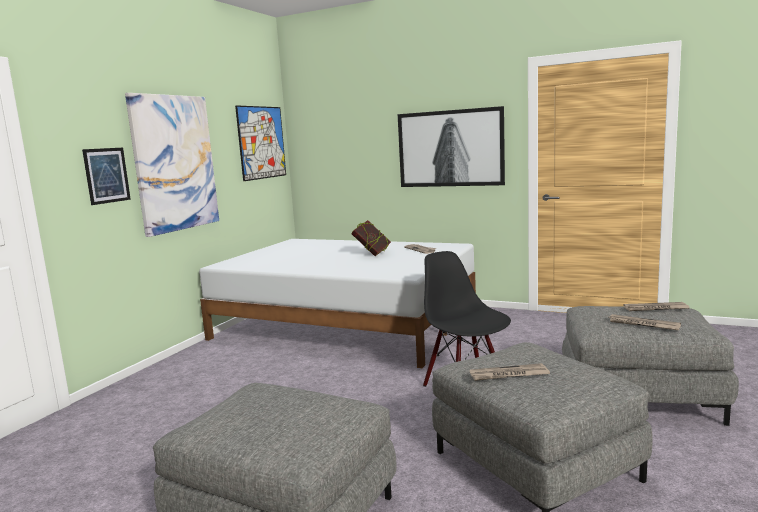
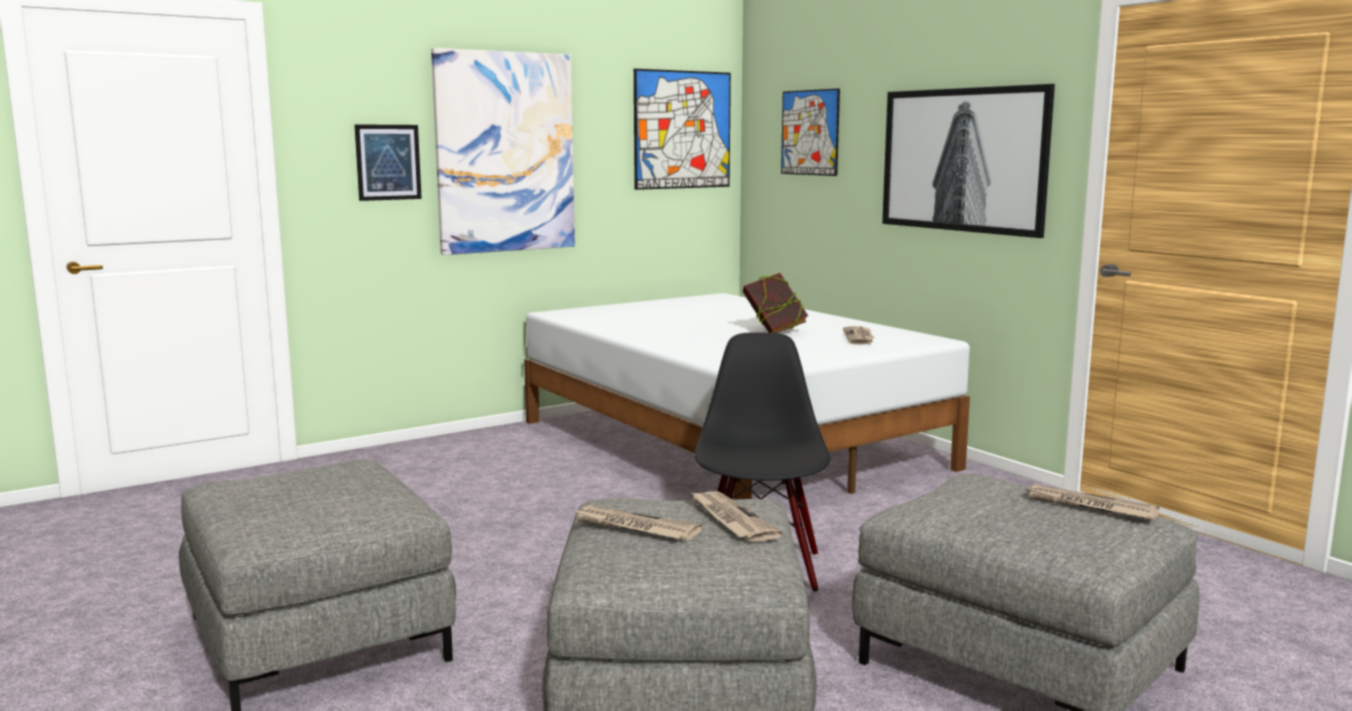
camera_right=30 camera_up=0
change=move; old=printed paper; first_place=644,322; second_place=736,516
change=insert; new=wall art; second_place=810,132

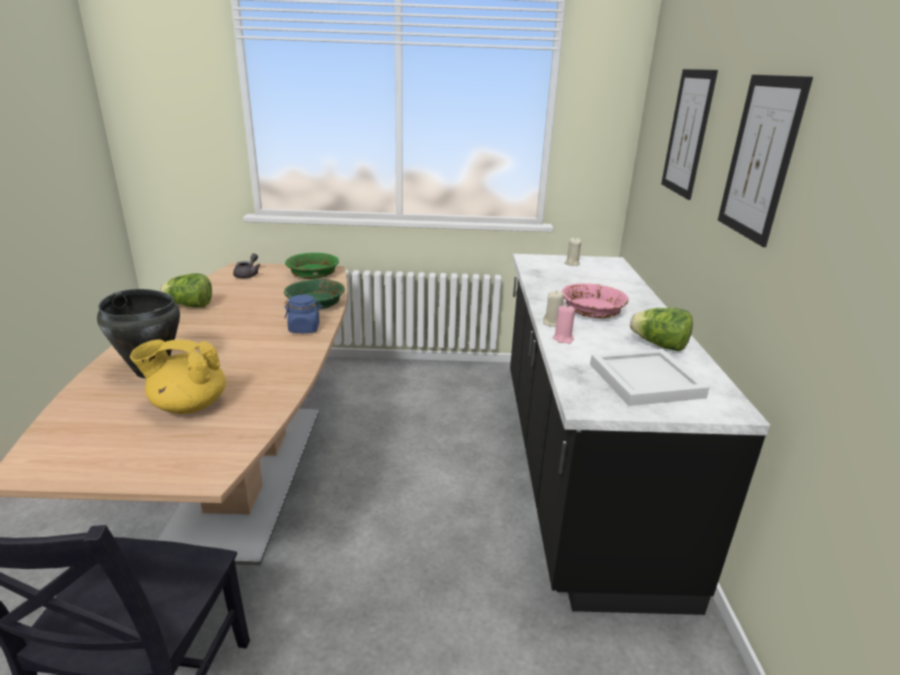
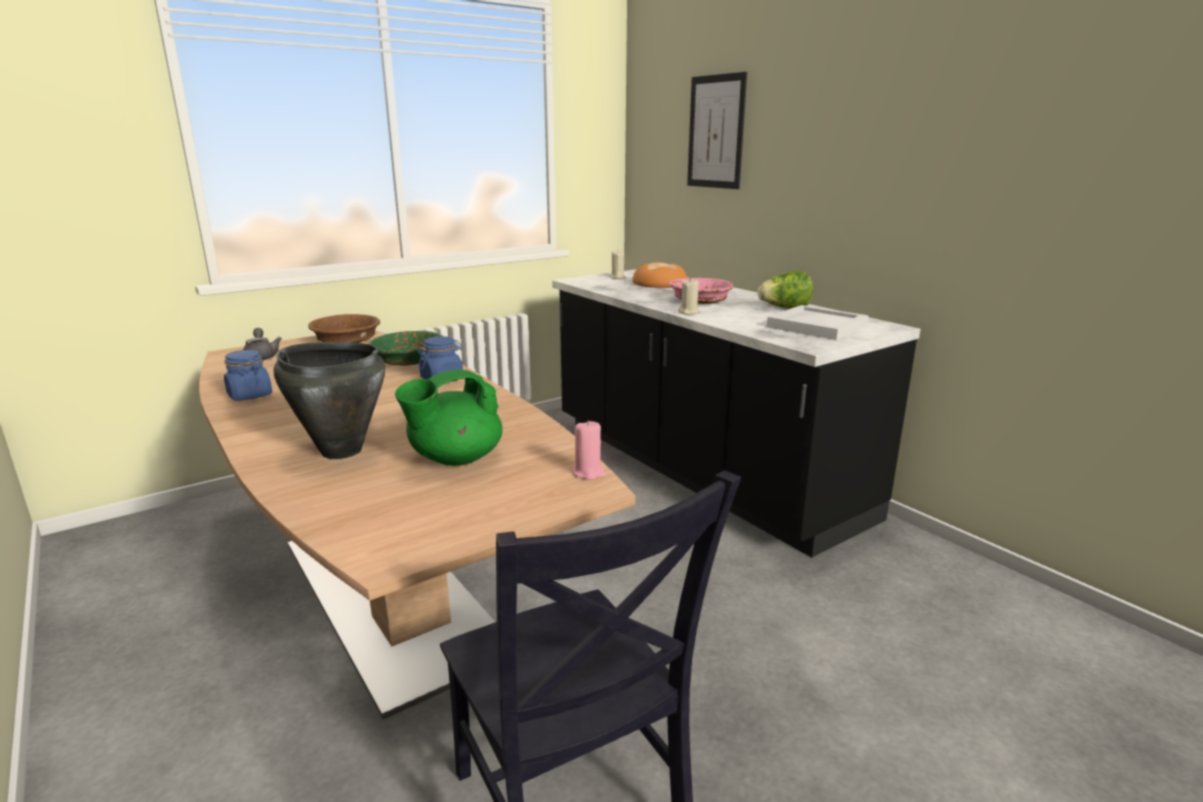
camera_right=-35 camera_up=-5
change=delete; old=wall art; first_place=765,161
change=recolor; old=deep dish (greenish); new=deep dish (brownish); first_place=312,266; second_place=344,328
change=replace; old=lettuce; new=jar (blue-coloured); first_place=185,290; second_place=248,375
change=move; old=wax candle (pinkish); first_place=564,324; second_place=589,450
change=recolor; old=teapot (yellow); new=teapot (greenish); first_place=178,376; second_place=449,417
change=insert; new=bread; second_place=659,275

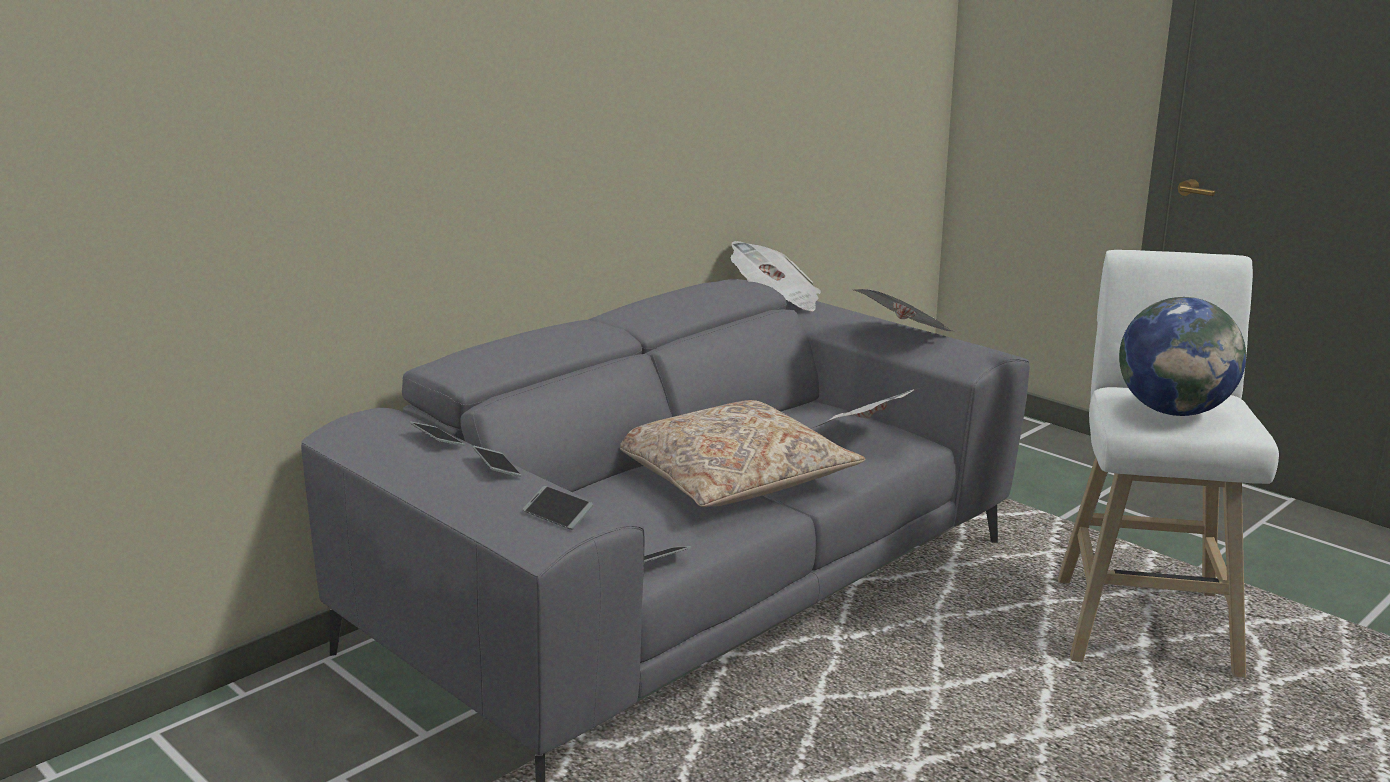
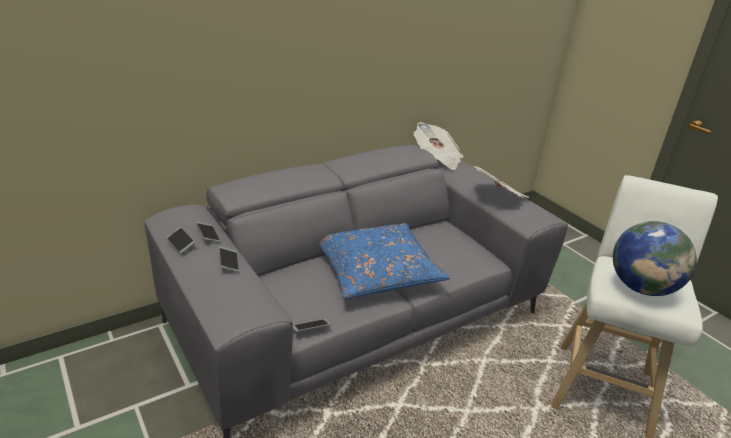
camera_right=10 camera_up=10
change=delete; old=printed paper; first_place=866,408
change=recolor; old=pillow (beige-coloured); new=pillow (blue-coloured); first_place=742,453; second_place=384,261
change=move; old=phone; first_place=558,508; second_place=180,240

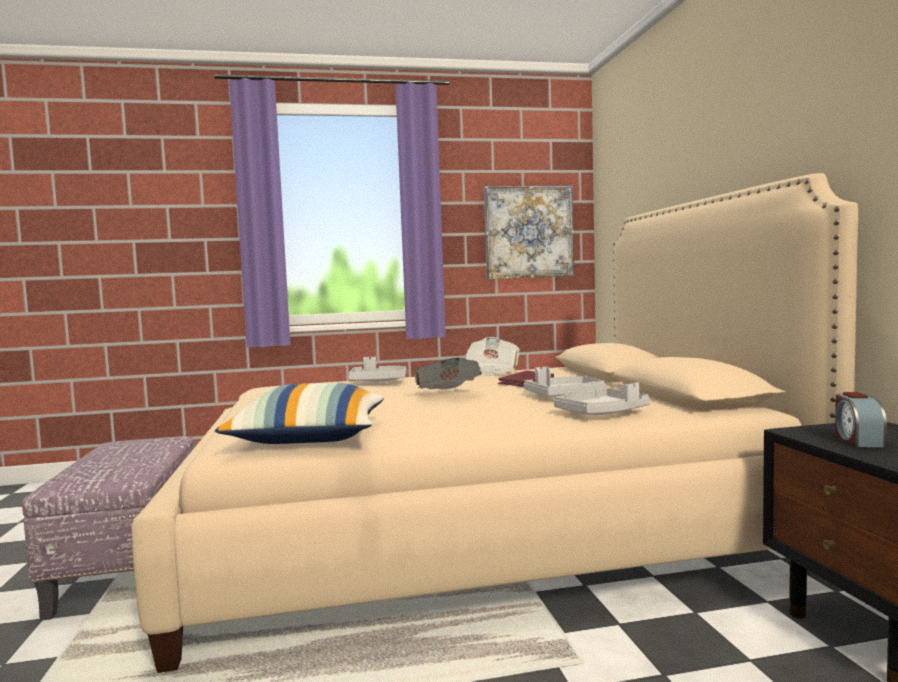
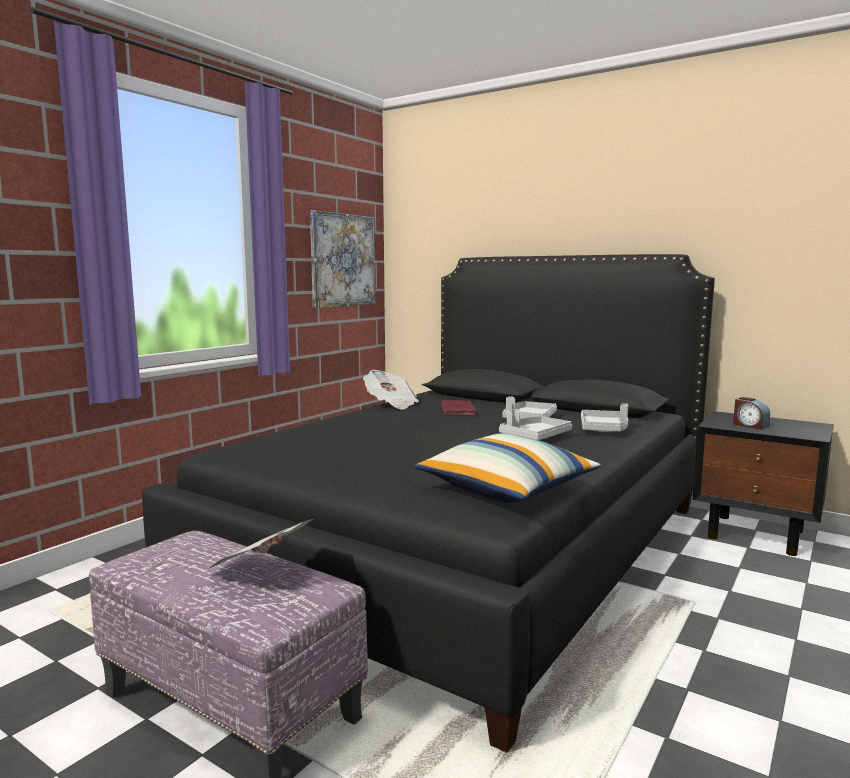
camera_right=-45 camera_up=5
change=recolor; old=bedroom bed (beige-coloured); new=bedroom bed (blackish); first_place=495,423; second_place=428,503
change=move; old=carrying tray (grey); first_place=377,369; second_place=535,424
change=move; old=printed paper; first_place=448,373; second_place=259,544

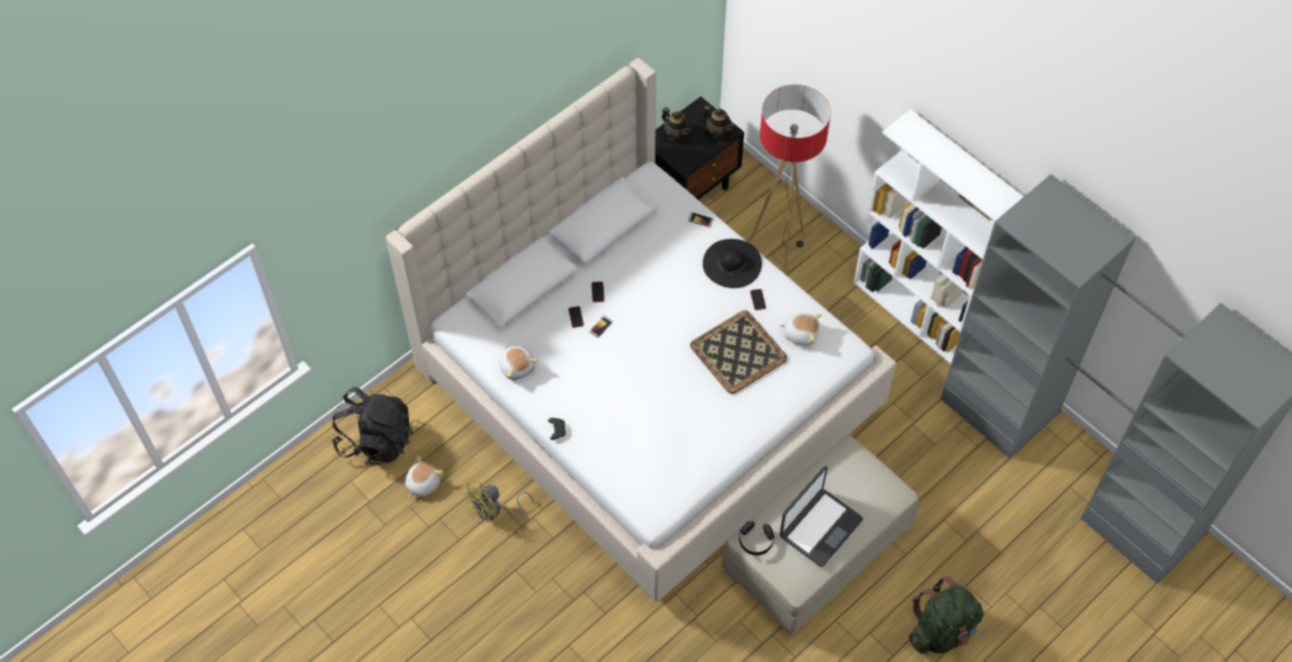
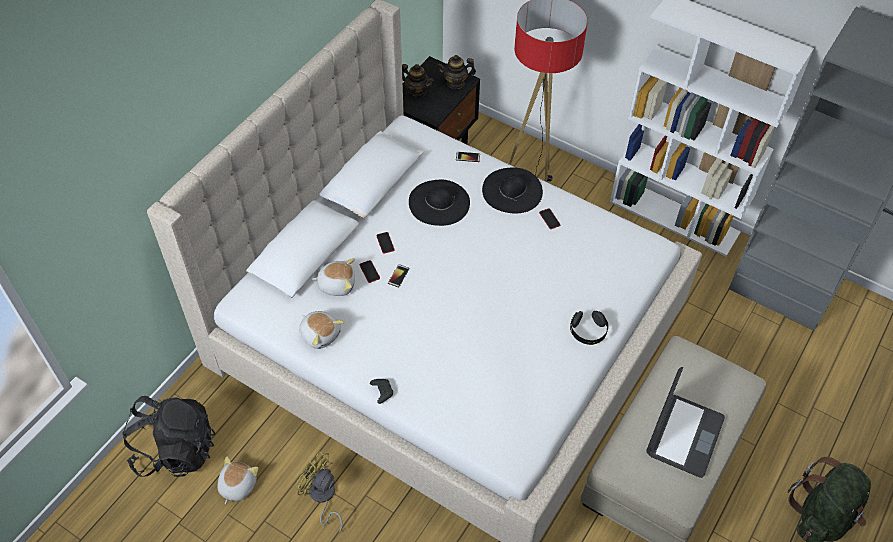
camera_right=-15 camera_up=-5
change=rotate; old=teapot; first_place=719,122; second_place=456,72; degrees=150
change=delete; old=carrying tray; first_place=738,352
change=move; old=cuddly toy; first_place=801,329; second_place=333,277
change=rotate; old=fan (yellow); first_place=498,500; second_place=319,492; degrees=90
change=move; old=pair of headphones (blackish); first_place=756,538; second_place=589,328
change=insert; new=hat (blackish); second_place=439,203

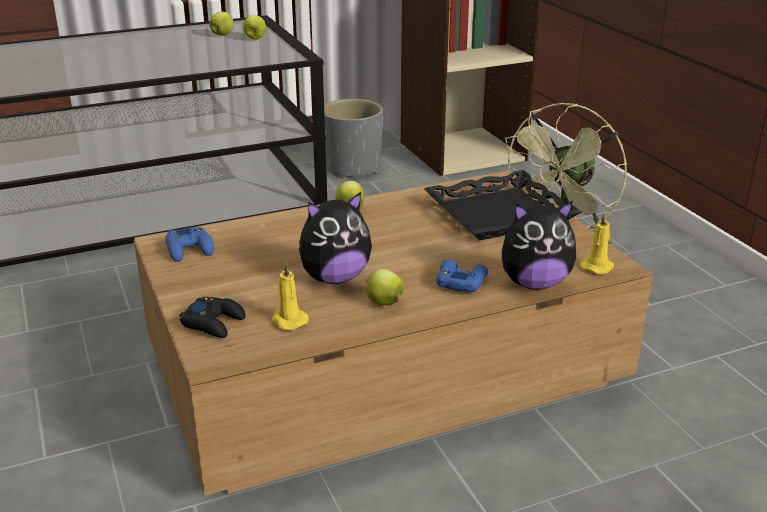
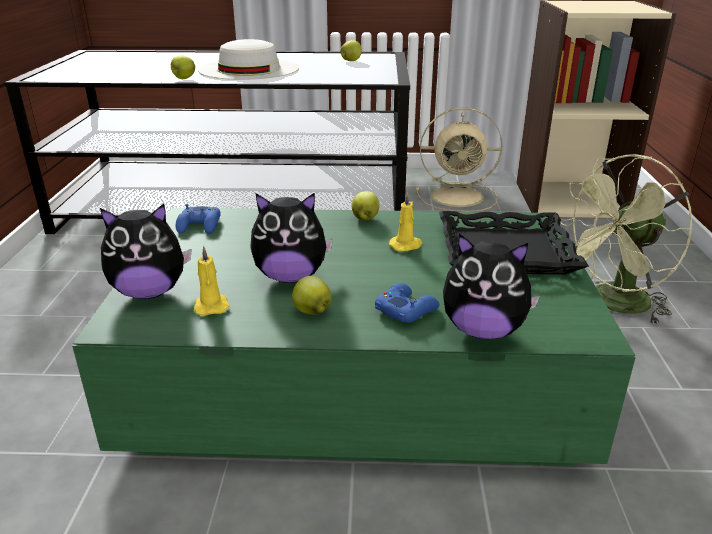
camera_right=25 camera_up=0
change=move; old=whole apple; first_place=254,27; second_place=183,67
change=replace; old=plant pot (grey); new=fan (beige-coloured); first_place=353,139; second_place=459,159
change=recolor; old=lounge table (brownish); new=lounge table (greenish); first_place=393,333; second_place=354,337
change=move; old=wax candle (yellow); first_place=597,243; second_place=405,221
change=replace; old=joypad (blackish); new=cuddly toy; first_place=212,317; second_place=146,251
change=insert; new=hat (whitish); second_place=248,59

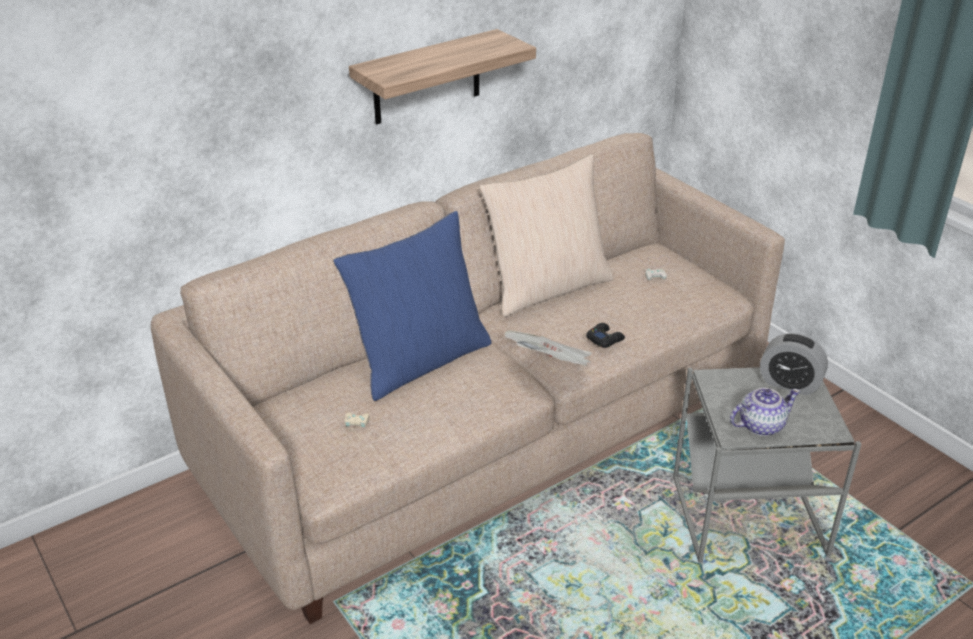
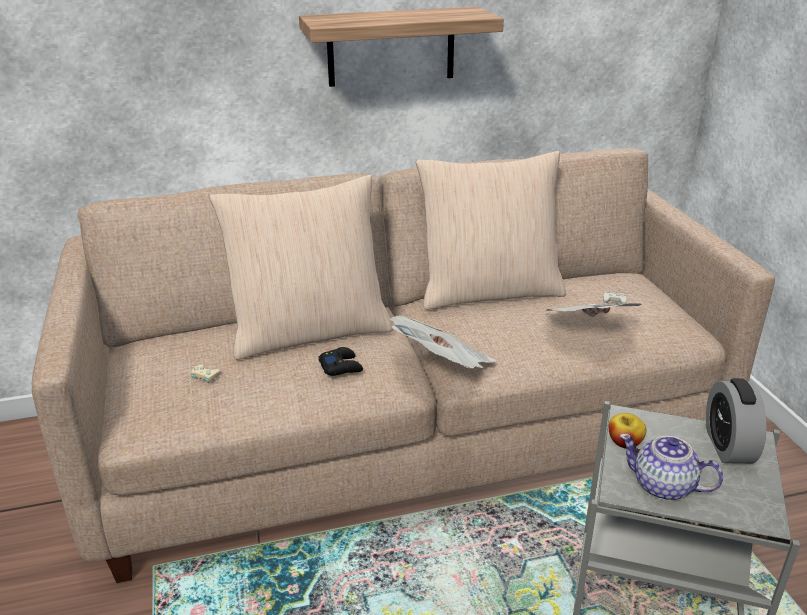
camera_right=20 camera_up=-5
change=recolor; old=pillow (blue-coloured); new=pillow (beige-coloured); first_place=412,306; second_place=301,267
change=move; old=joypad (blackish); first_place=605,335; second_place=340,361
change=rotate; old=alarm clock; first_place=794,364; second_place=736,421; degrees=45
change=rotate; old=teapot; first_place=765,412; second_place=671,467; degrees=-150
change=insert; new=printed paper; second_place=594,310
change=insert; new=whole apple; second_place=627,431

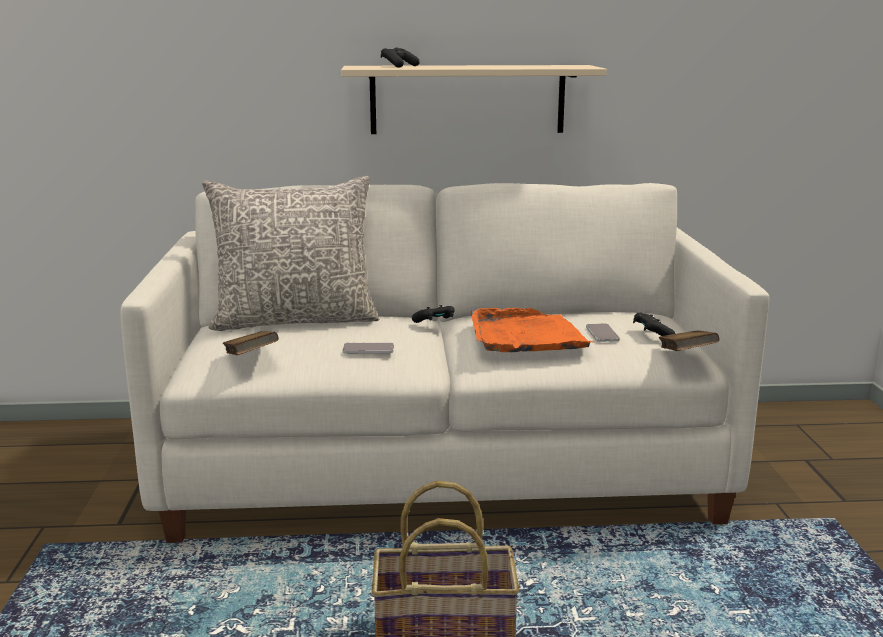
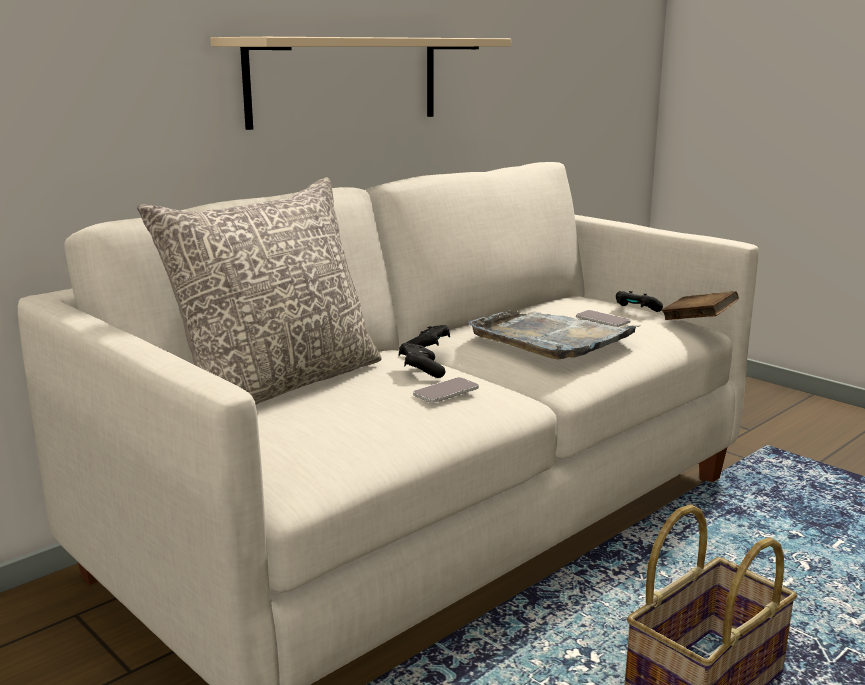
camera_right=-40 camera_up=0
change=move; old=joypad (blackish); first_place=400,57; second_place=421,360
change=recolor; old=carrying tray (orange-coloured); new=carrying tray (grey); first_place=533,329; second_place=555,334
change=delete; old=bound book (brownish); first_place=251,343

